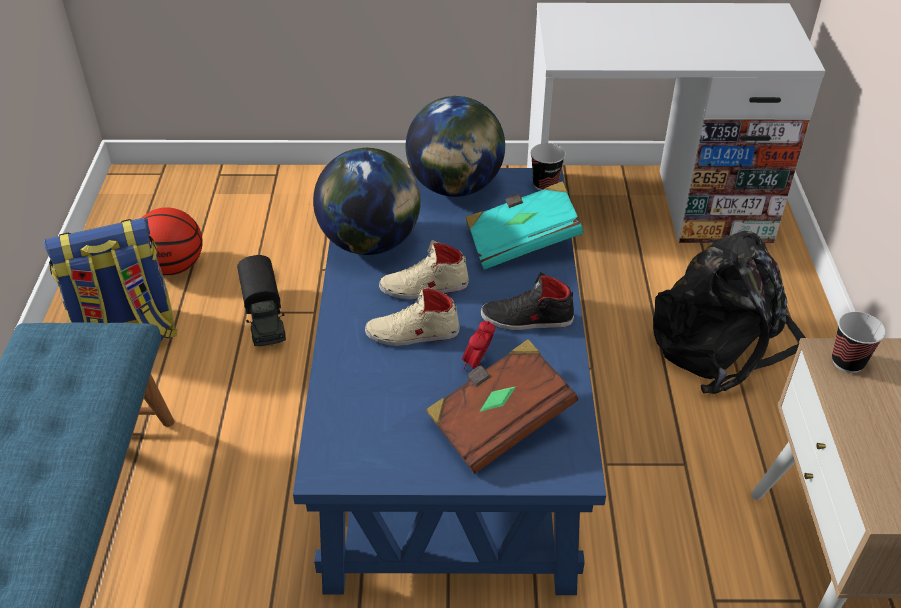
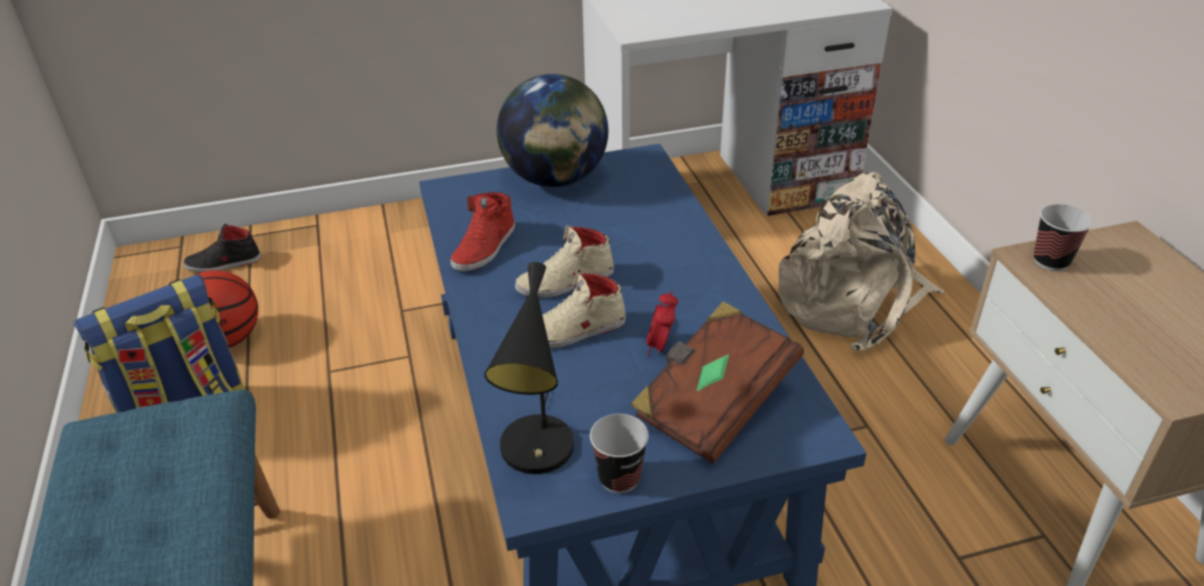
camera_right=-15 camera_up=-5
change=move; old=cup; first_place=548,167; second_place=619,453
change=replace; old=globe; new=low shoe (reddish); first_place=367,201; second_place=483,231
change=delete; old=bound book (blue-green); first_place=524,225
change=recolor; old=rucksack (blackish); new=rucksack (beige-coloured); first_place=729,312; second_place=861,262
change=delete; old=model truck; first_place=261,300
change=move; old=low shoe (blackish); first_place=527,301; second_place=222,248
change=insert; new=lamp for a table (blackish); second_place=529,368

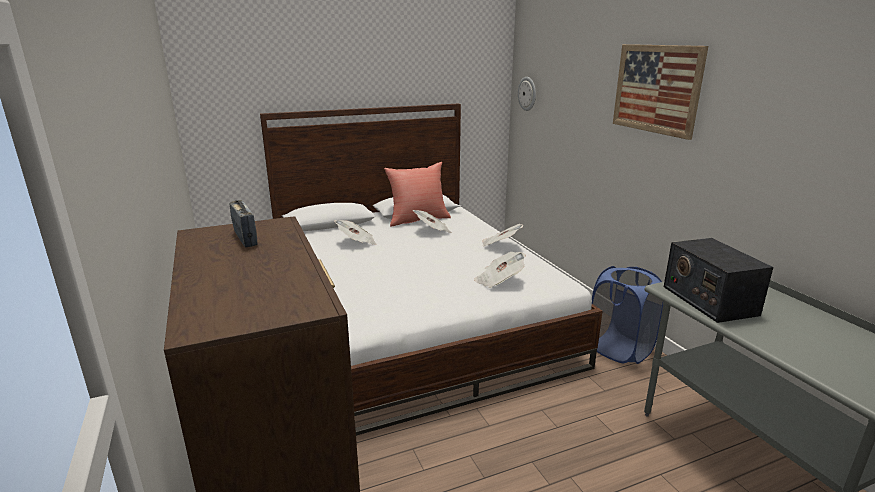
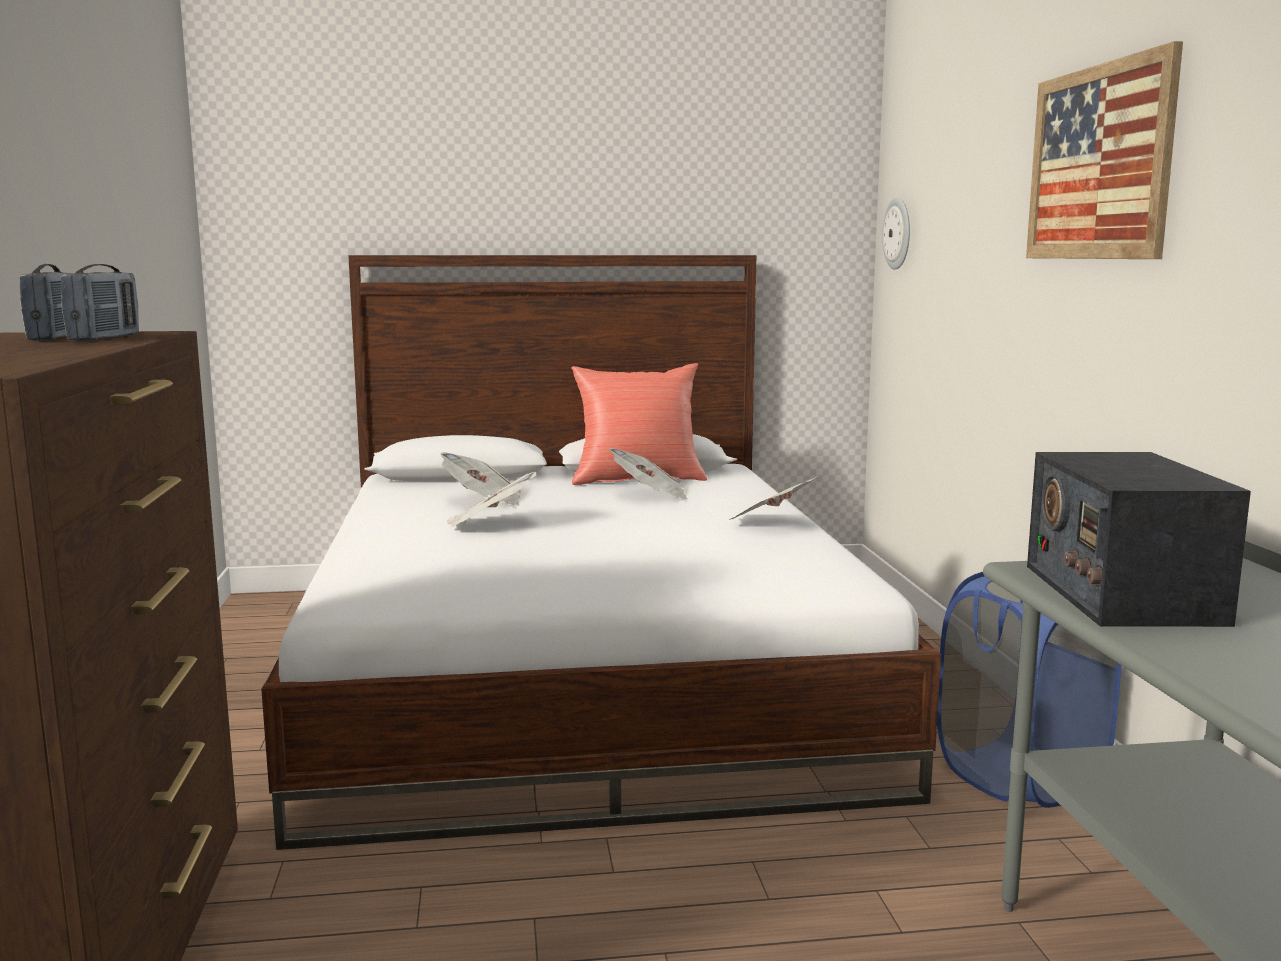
camera_right=15 camera_up=-10
change=move; old=printed paper; first_place=500,270; second_place=491,499
change=insert; new=radio; second_place=99,302

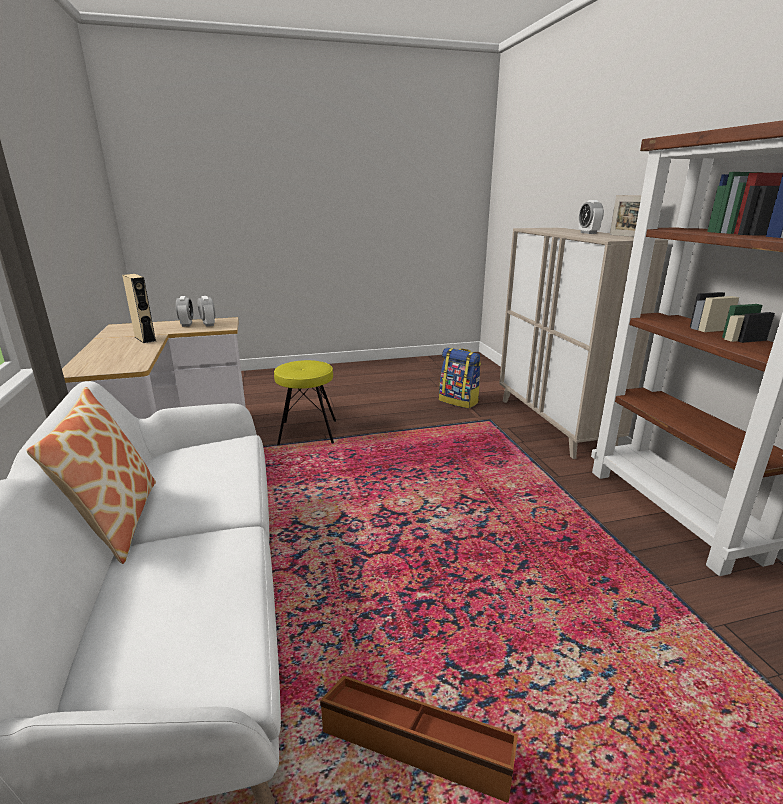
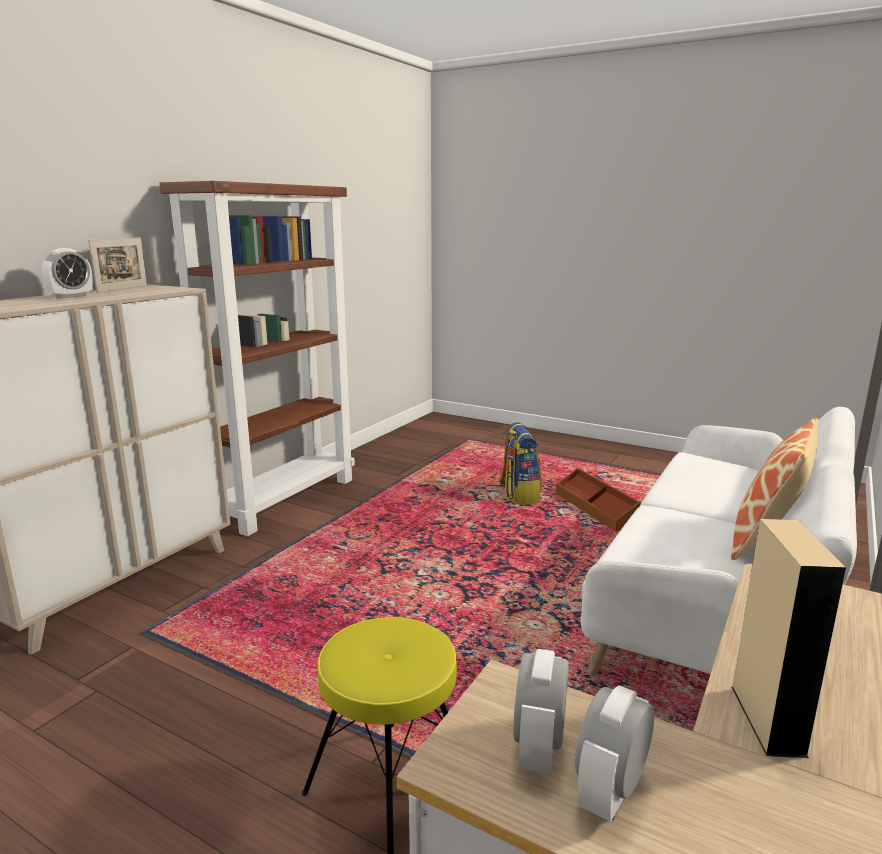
camera_right=-135 camera_up=-5
change=move; old=rucksack; first_place=460,378; second_place=521,463

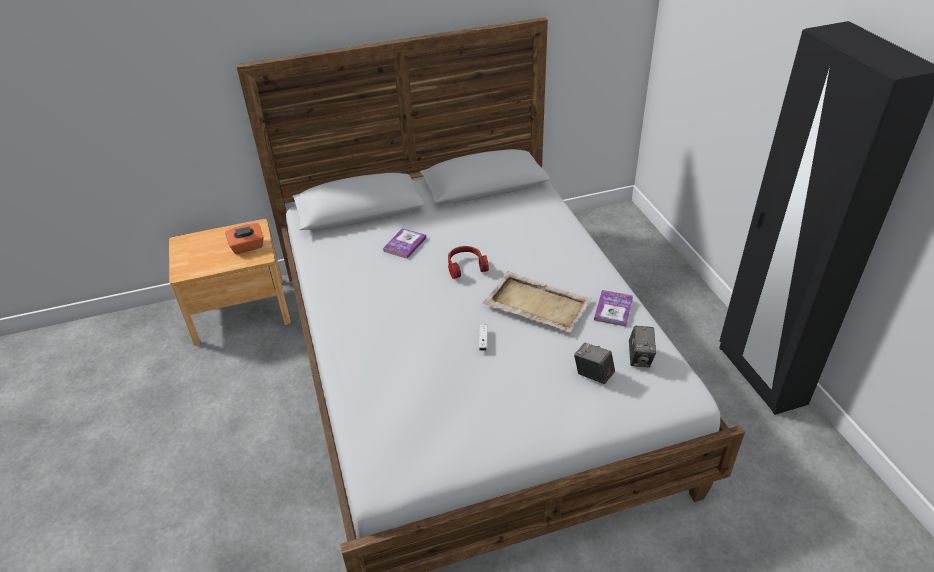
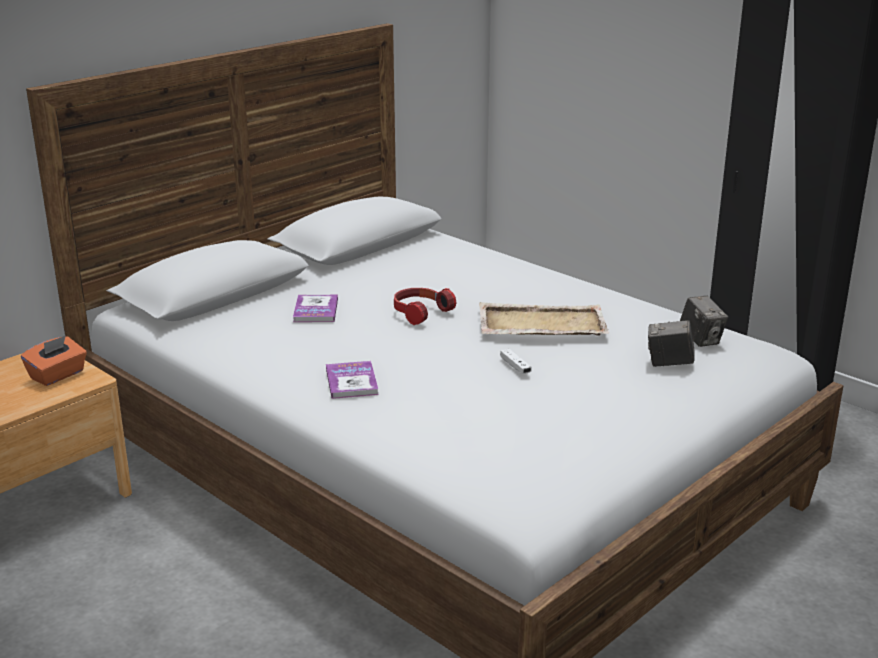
camera_right=-30 camera_up=-15
change=move; old=bound book; first_place=613,308; second_place=352,380

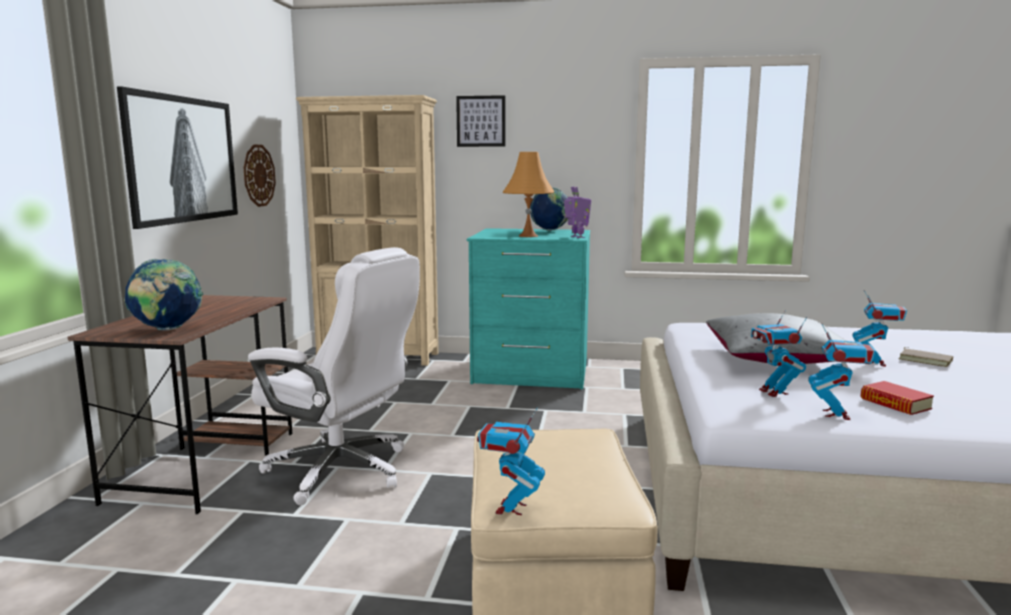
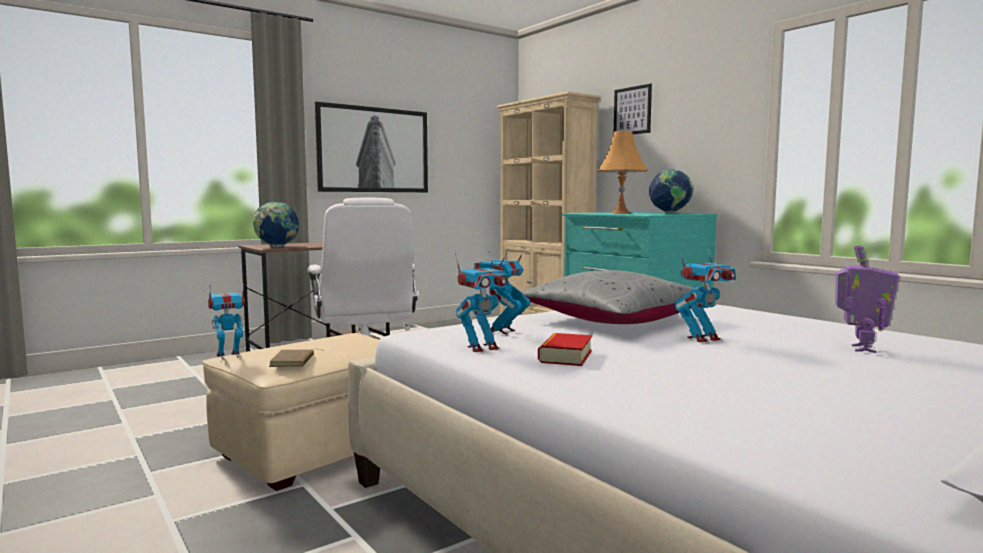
camera_right=45 camera_up=-5
change=delete; old=wall clock; first_place=259,175
change=move; old=robot figure; first_place=577,212; second_place=867,299
change=move; old=bound book (brownish); first_place=925,357; second_place=296,358

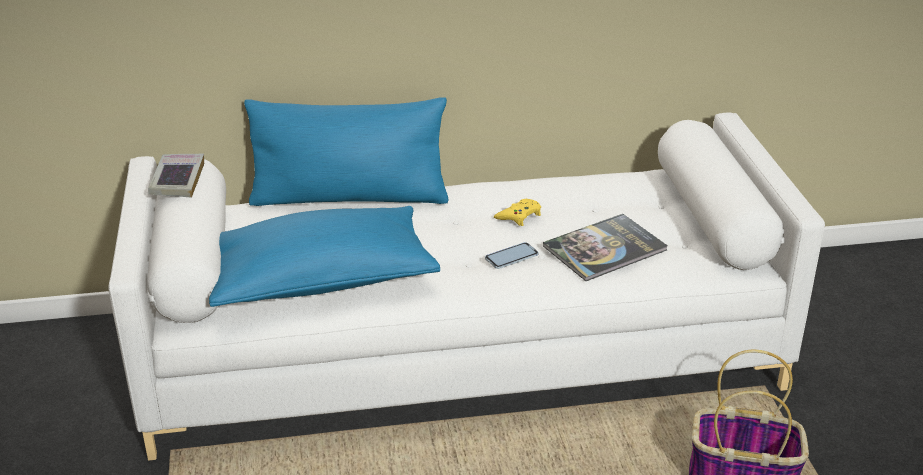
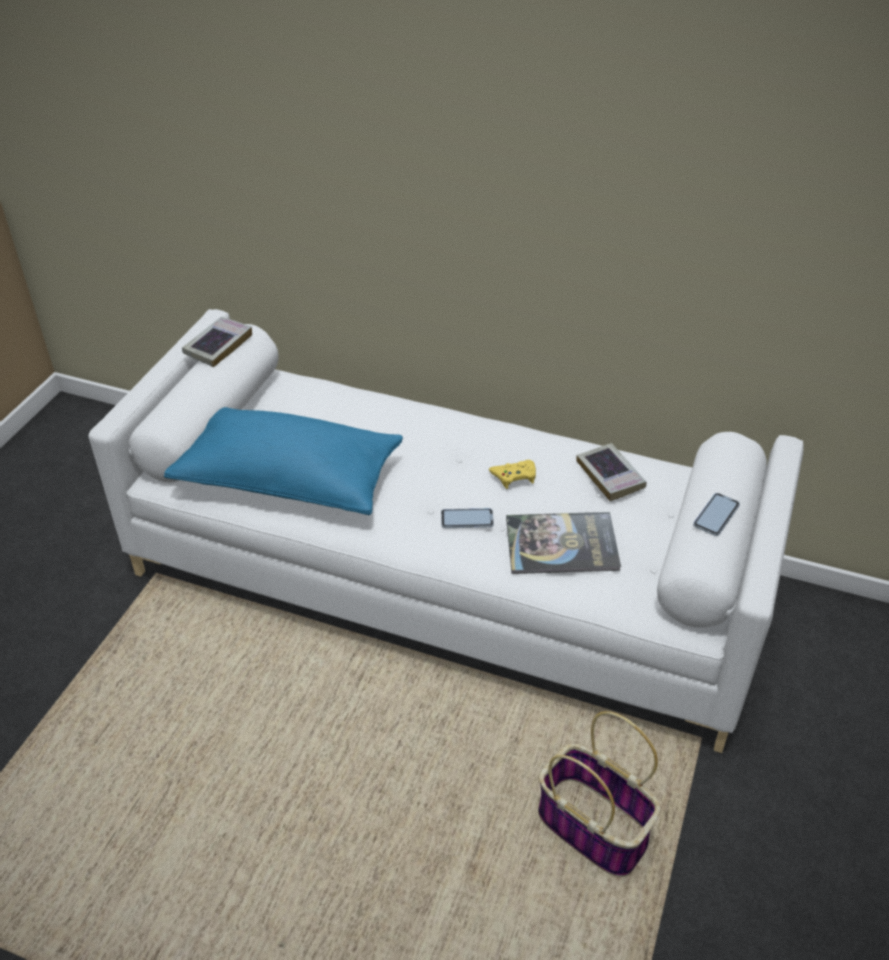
camera_right=30 camera_up=10
change=delete; old=pillow (blue-coloured); first_place=346,151
change=insert; new=bound book; second_place=611,472
change=insert; new=phone; second_place=716,514

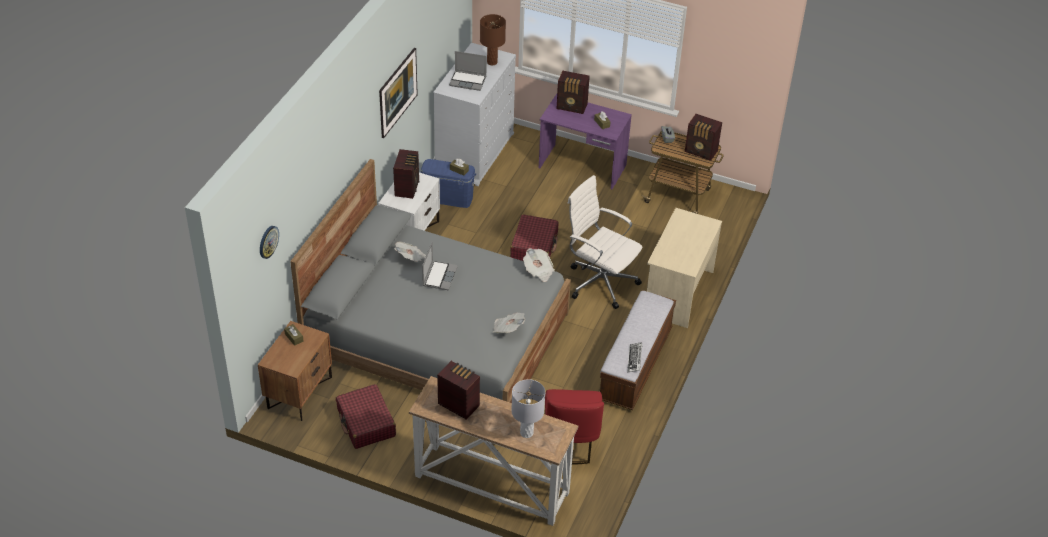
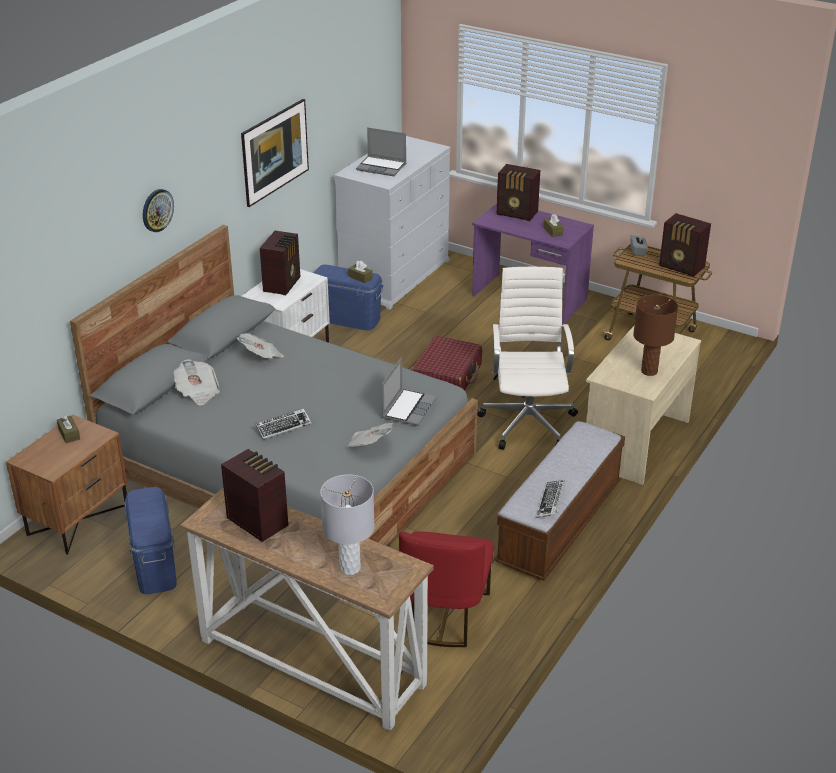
camera_right=10 camera_up=-10
change=move; old=lamp for a table (brownish); first_place=493,39; second_place=655,335
change=rotate; old=computer chair (whitish); first_place=605,242; second_place=527,358; degrees=45
change=move; old=wall clock; first_place=269,242; second_place=158,210
change=move; old=portable computer; first_place=440,266; second_place=409,391
change=move; old=printed paper; first_place=539,265; second_place=197,382
change=replace; old=travel case (reddish); new=storage box (blue-coloured); first_place=366,416; second_place=150,540
change=insert; new=keyboard; second_place=283,424

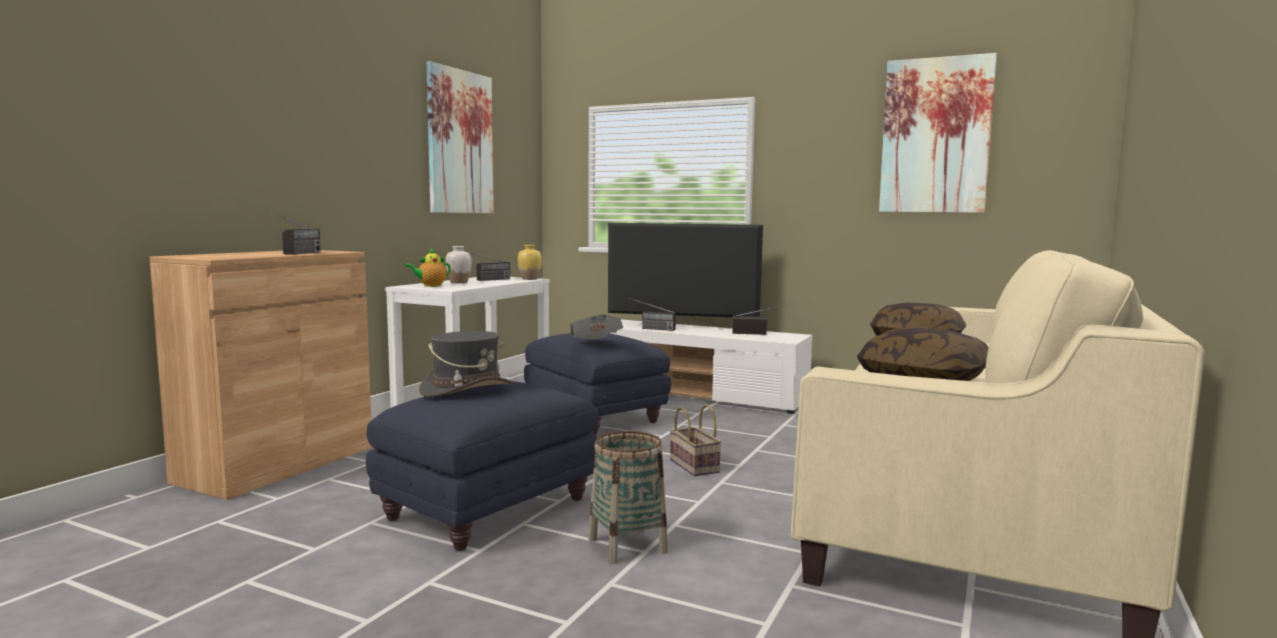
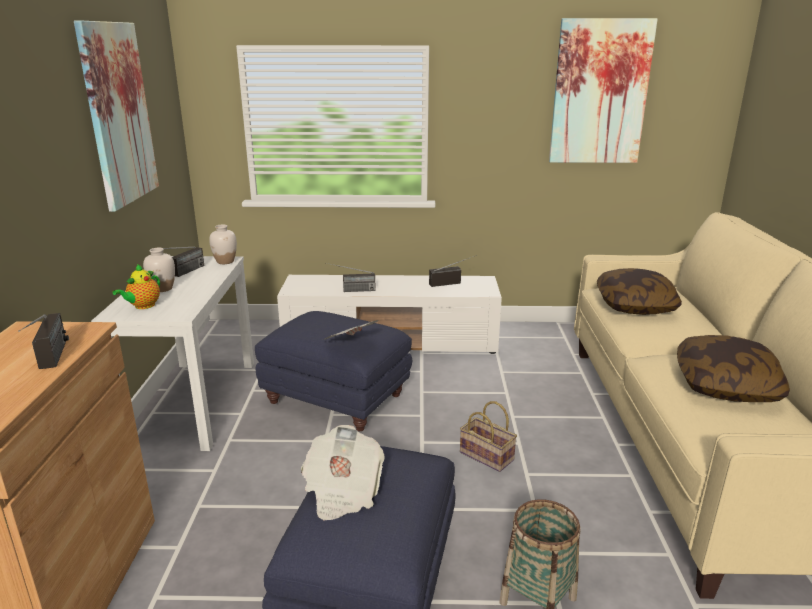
camera_right=-25 camera_up=15
change=delete; old=TV; first_place=685,276
change=recolor; old=vase (yellow); new=vase (whitish); first_place=530,262; second_place=223,244
change=replace; old=hat (grey); new=printed paper; first_place=465,364; second_place=343,473

